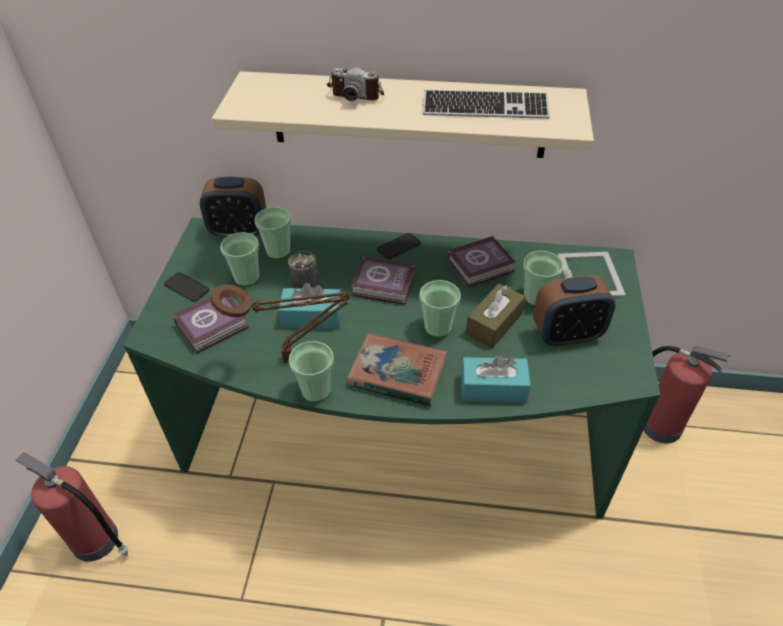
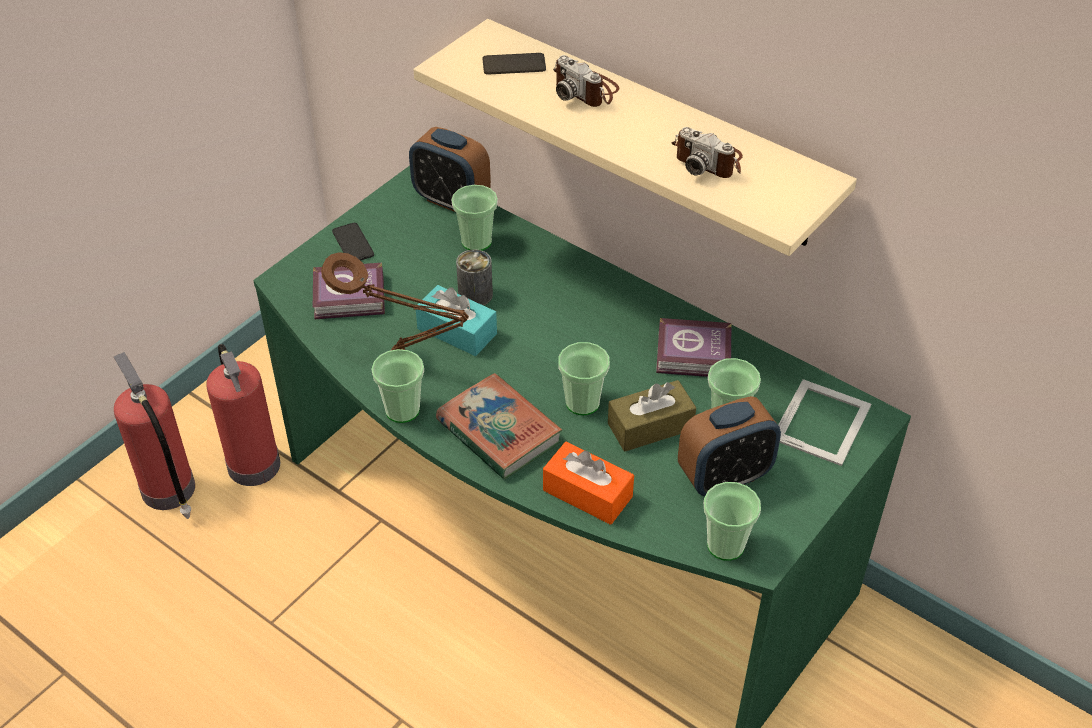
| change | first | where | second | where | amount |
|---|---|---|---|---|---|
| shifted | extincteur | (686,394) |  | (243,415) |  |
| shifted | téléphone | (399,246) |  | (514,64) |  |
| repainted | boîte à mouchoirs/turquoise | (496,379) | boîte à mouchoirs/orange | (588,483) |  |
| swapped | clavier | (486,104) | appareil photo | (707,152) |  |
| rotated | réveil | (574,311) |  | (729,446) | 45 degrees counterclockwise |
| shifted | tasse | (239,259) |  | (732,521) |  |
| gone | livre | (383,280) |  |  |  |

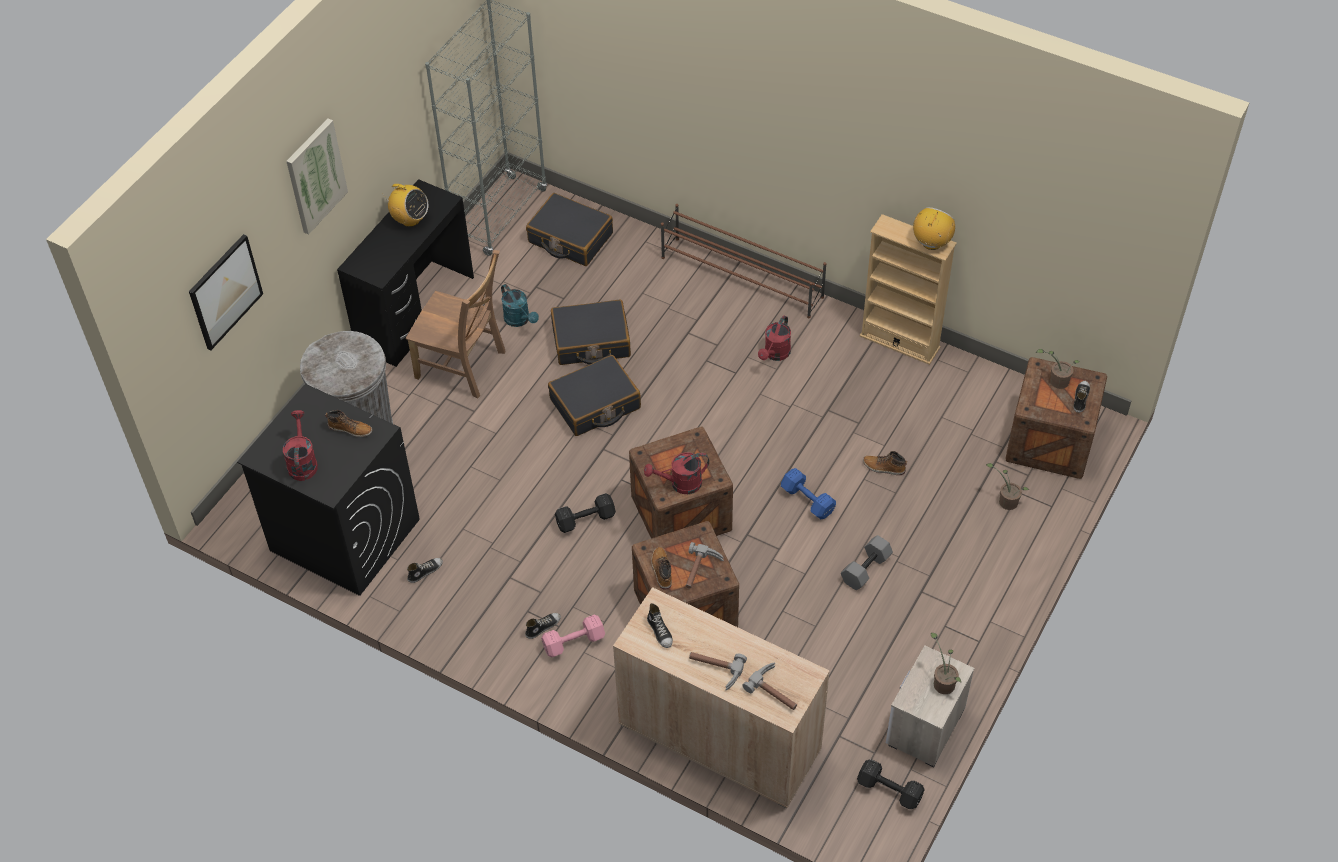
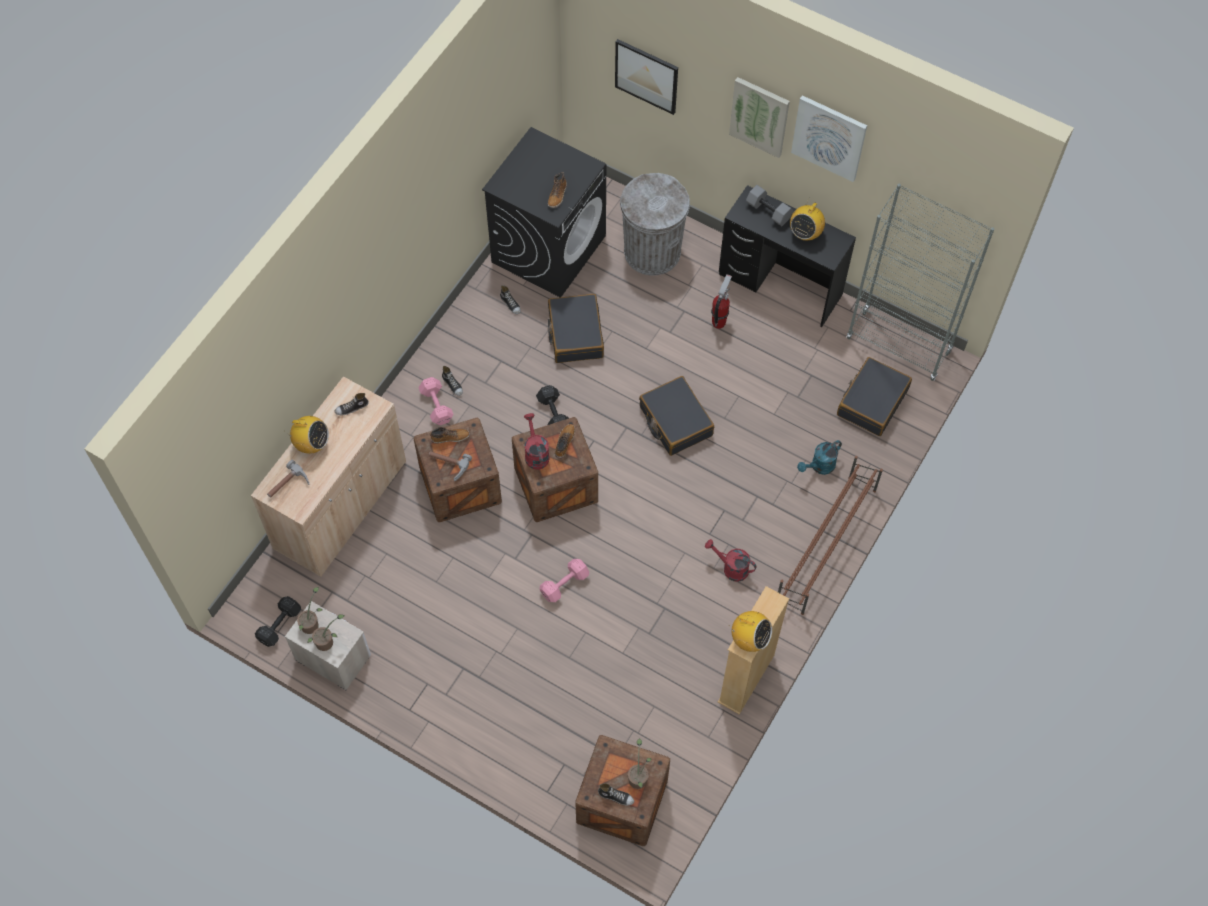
| change | first | where | second | where | amount |
|---|---|---|---|---|---|
| swapped | marteau | (718,671) | radio | (307,435) |  |
| shifted | plante en pot | (1007,486) |  | (310,610) |  |
| repainted | haltère/bleu | (808,493) | haltère/rose | (564,580) |  |
| shifted | valise/noir | (591,332) |  | (576,328) |  |
| shifted | botte | (885,463) |  | (565,441) |  |
| swapped | chaise/marron | (455,324) | extincteur | (721,301) |  |
| shifted | haltère/gris | (867,562) |  | (769,205) |  |
| new |  |  | tableau | (829,138) |  |
| shifted | arrosoir/turquoise | (520,305) |  | (819,457) |  |
| gone | arrosoir/rouge | (300,445) |  |  |  |

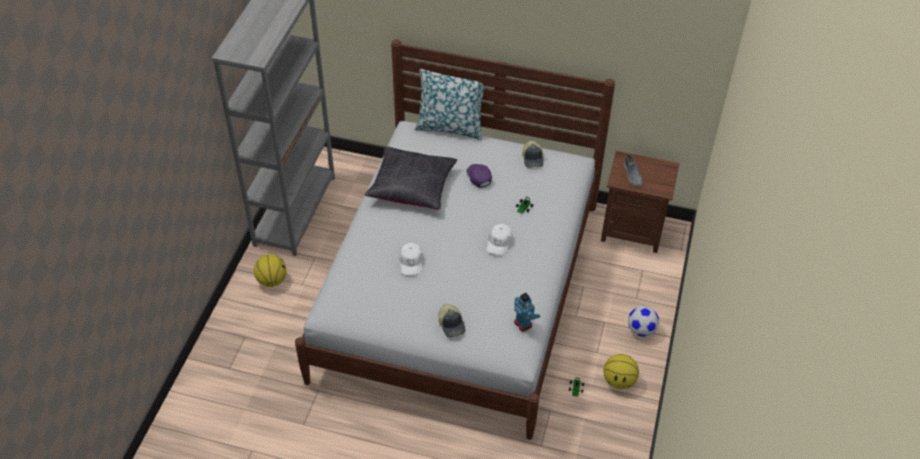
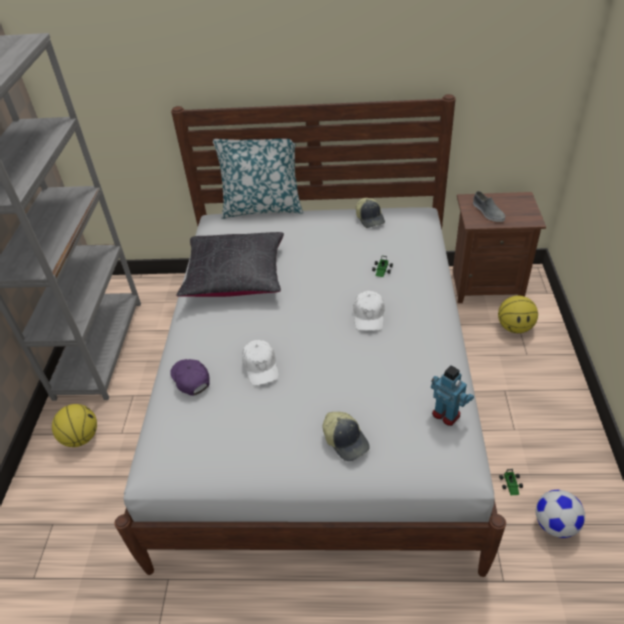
| change | first | where | second | where | amount |
|---|---|---|---|---|---|
| shifted | casquette/violet | (479,176) |  | (190,377) |  |
| shifted | ballon de basket | (621,371) |  | (518,314) |  |
| shifted | ballon de foot | (643,321) |  | (560,514) |  |

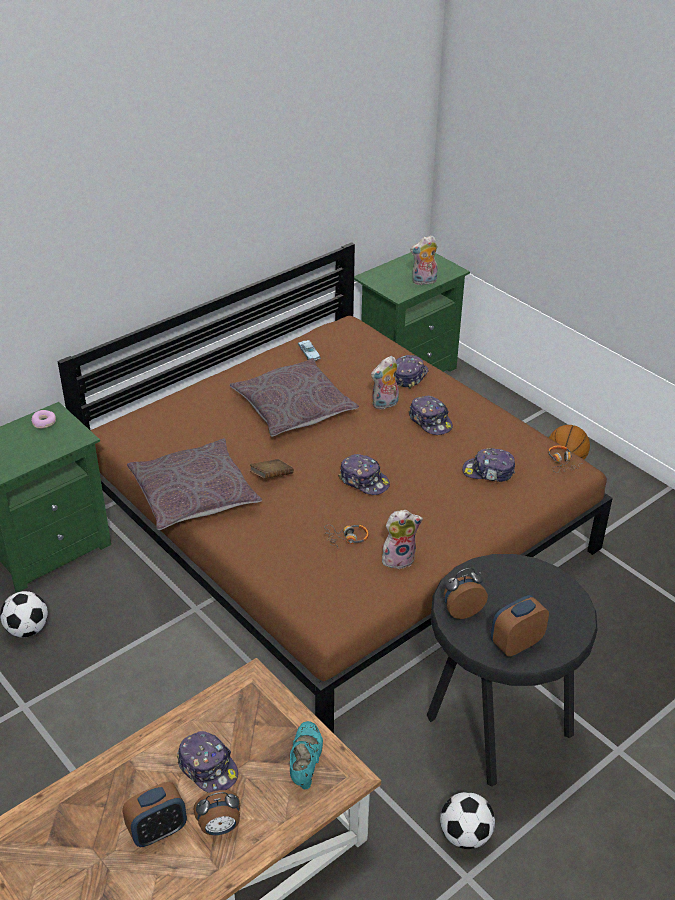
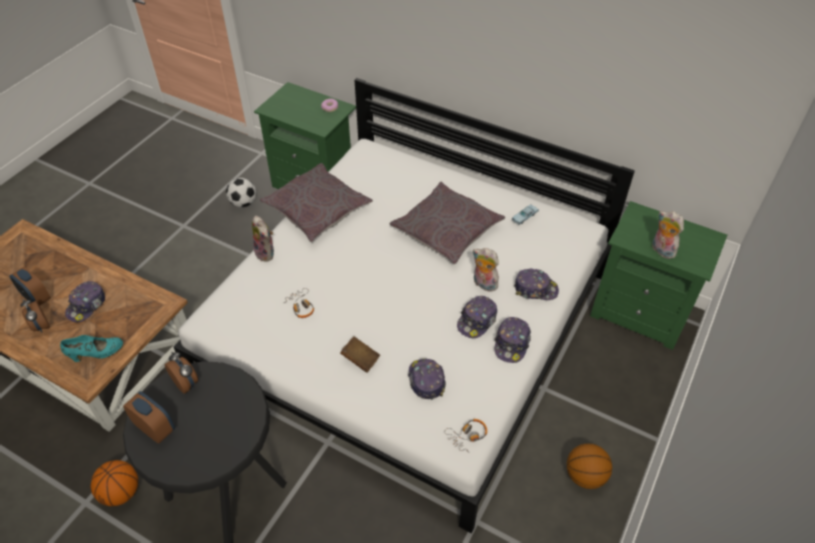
| change | first | where | second | where | amount |
|---|---|---|---|---|---|
| swapped | ballon de foot | (467,820) | ballon de basket | (114,483) |  |
| repainted | lit/marron | (335,487) | lit/blanc | (404,305) |  |
| shifted | peluche | (402,539) |  | (263,239) |  |
| shifted | livre/marron | (272,469) |  | (360,354) |  |
| shifted | casquette | (364,474) |  | (513,340) |  |

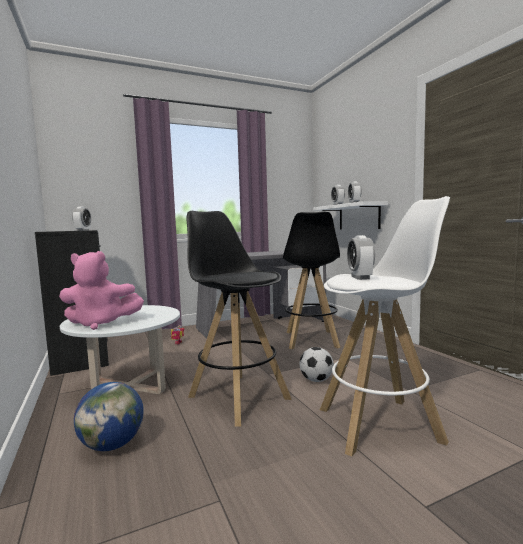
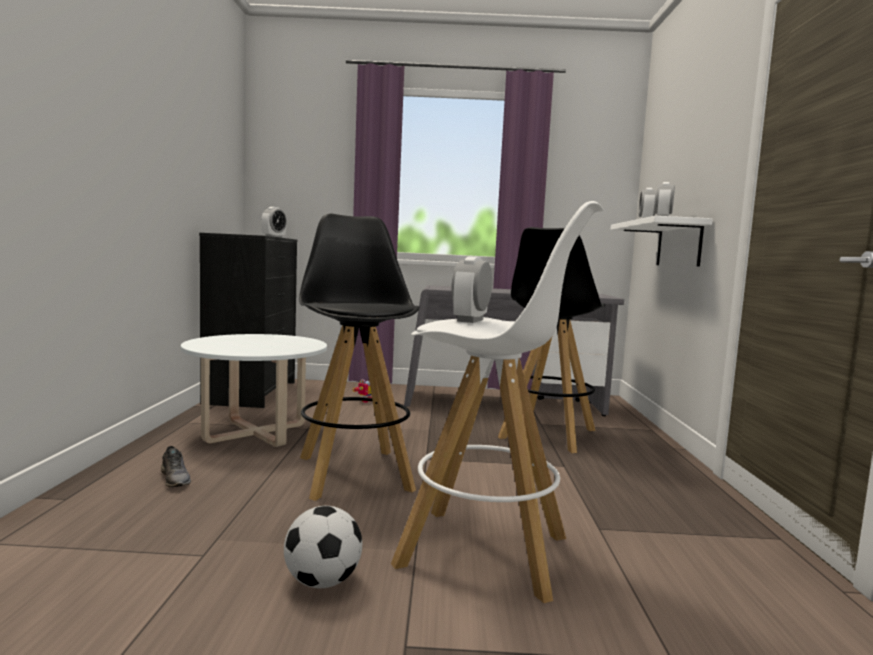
| change | first | where | second | where | amount |
|---|---|---|---|---|---|
| swapped | globe | (109,416) | chaussure/gris | (176,466) |  |
| shifted | ballon de foot | (317,364) |  | (323,547) |  |
| gone | peluche/rose | (101,290) |  |  |  |

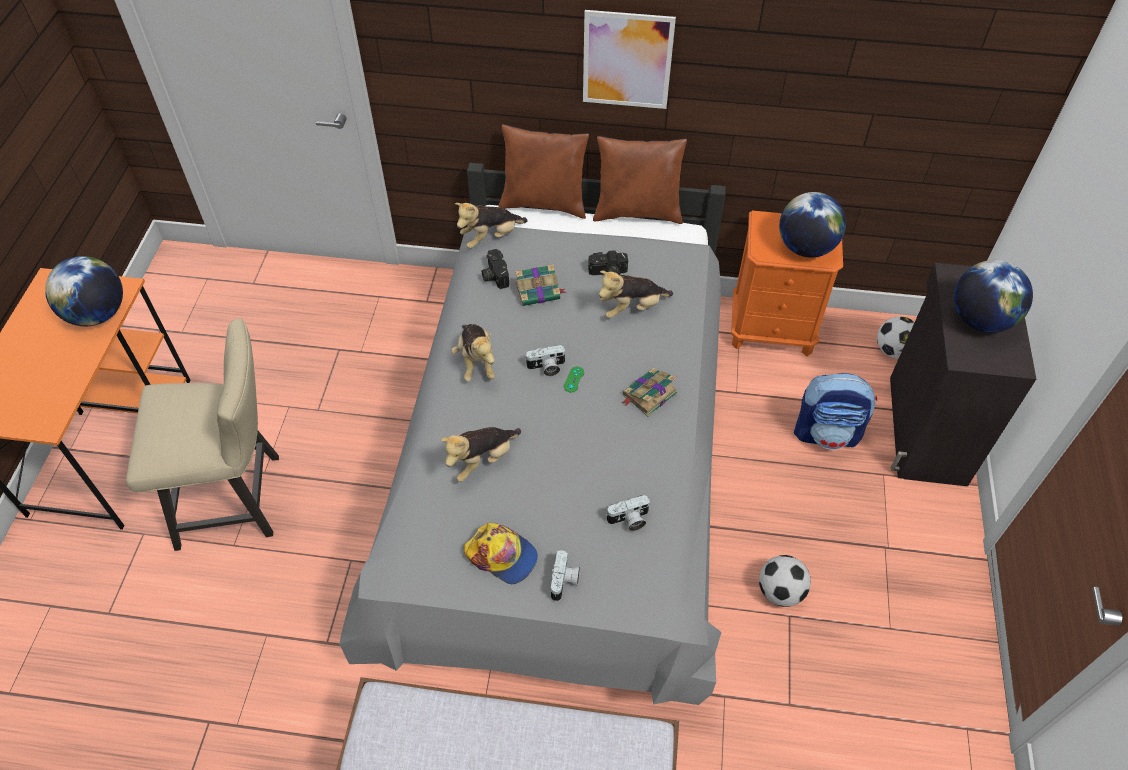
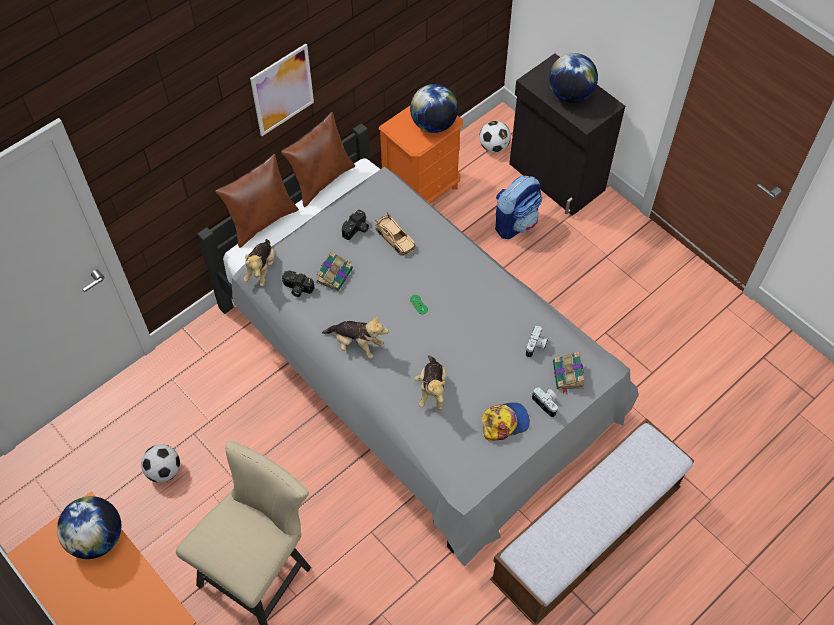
| change | first | where | second | where | amount |
|---|---|---|---|---|---|
| shifted | ballon de foot | (785,581) |  | (160,463) |  |
| swapped | peluche | (636,294) | petite voiture/beige | (395,234) |  |
| shifted | livre | (649,392) |  | (568,372) |  |
| gone | appareil photo | (545,360) |  |  |  |

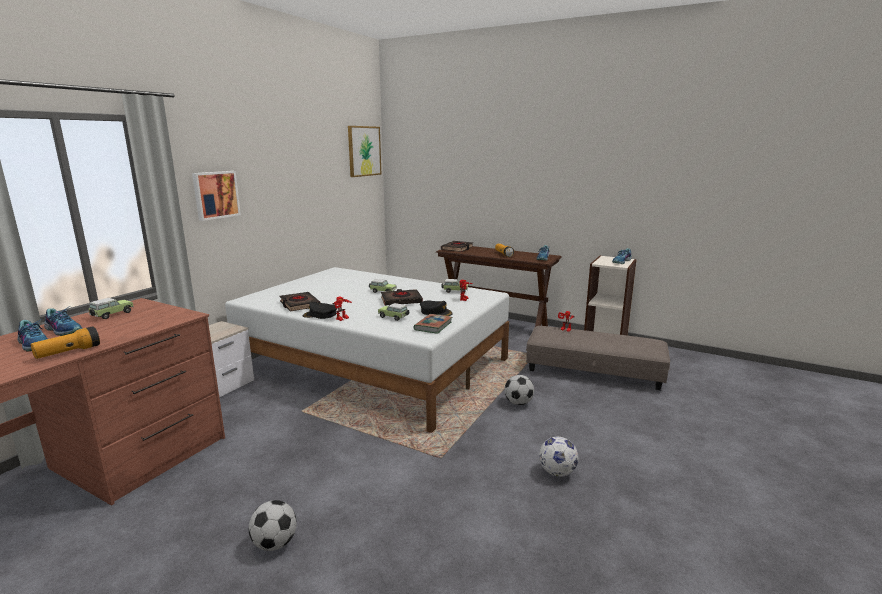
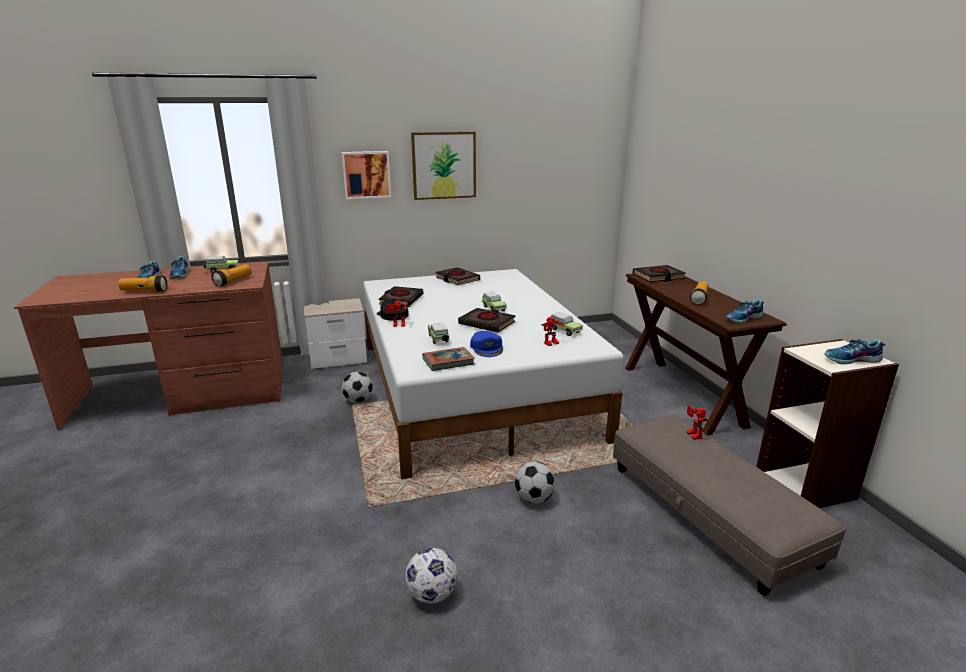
| change | first | where | second | where | amount |
|---|---|---|---|---|---|
| new |  |  | lampe de poche | (231,275) |  |
| shifted | ballon de foot | (273,525) |  | (357,387) |  |
| shifted | tableau | (365,151) |  | (443,166) |  |
| new |  |  | livre/noir | (458,276) |  |
| repainted | casquette/noir | (436,308) | casquette/bleu | (486,344) |  |

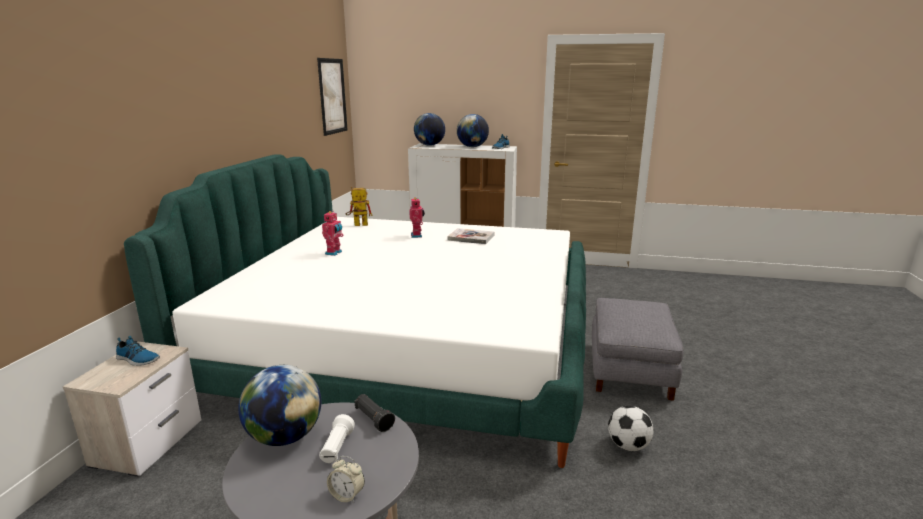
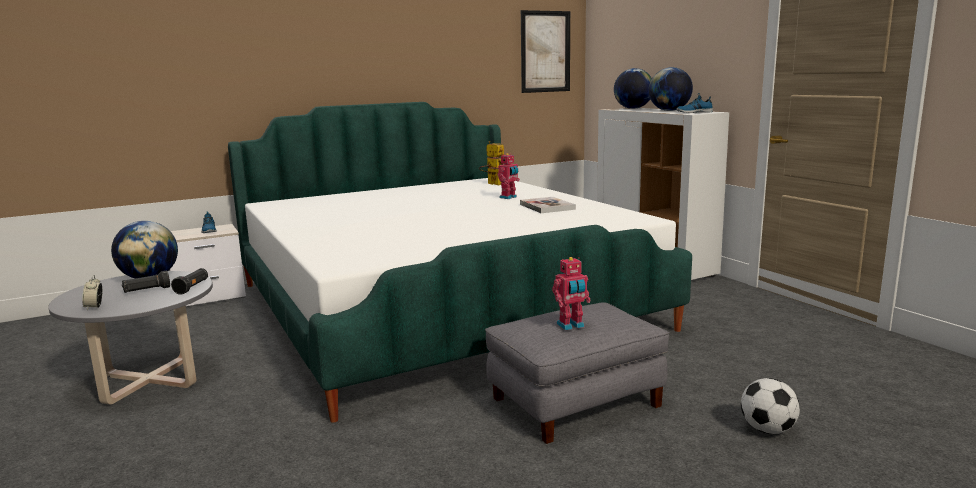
| change | first | where | second | where | amount |
|---|---|---|---|---|---|
| repainted | lampe de poche/blanc | (337,438) | lampe de poche/noir | (146,282) |  |
| shifted | robot jouet | (332,233) |  | (571,293) |  |
| shifted | ballon de foot | (631,428) |  | (770,406) |  |

